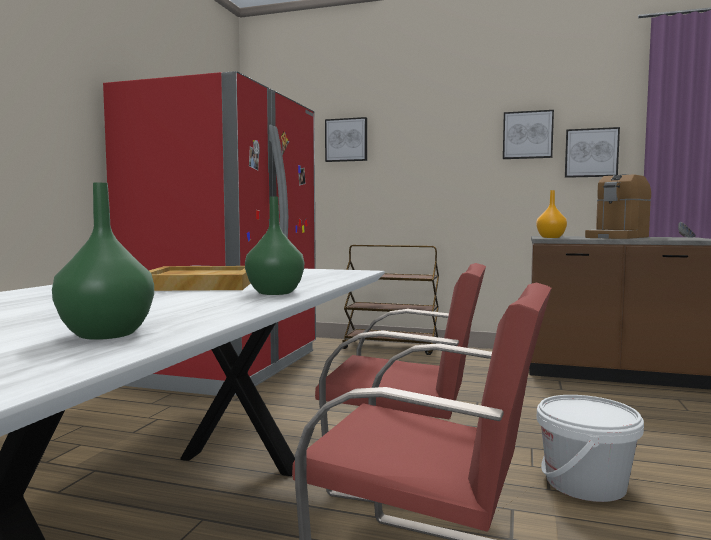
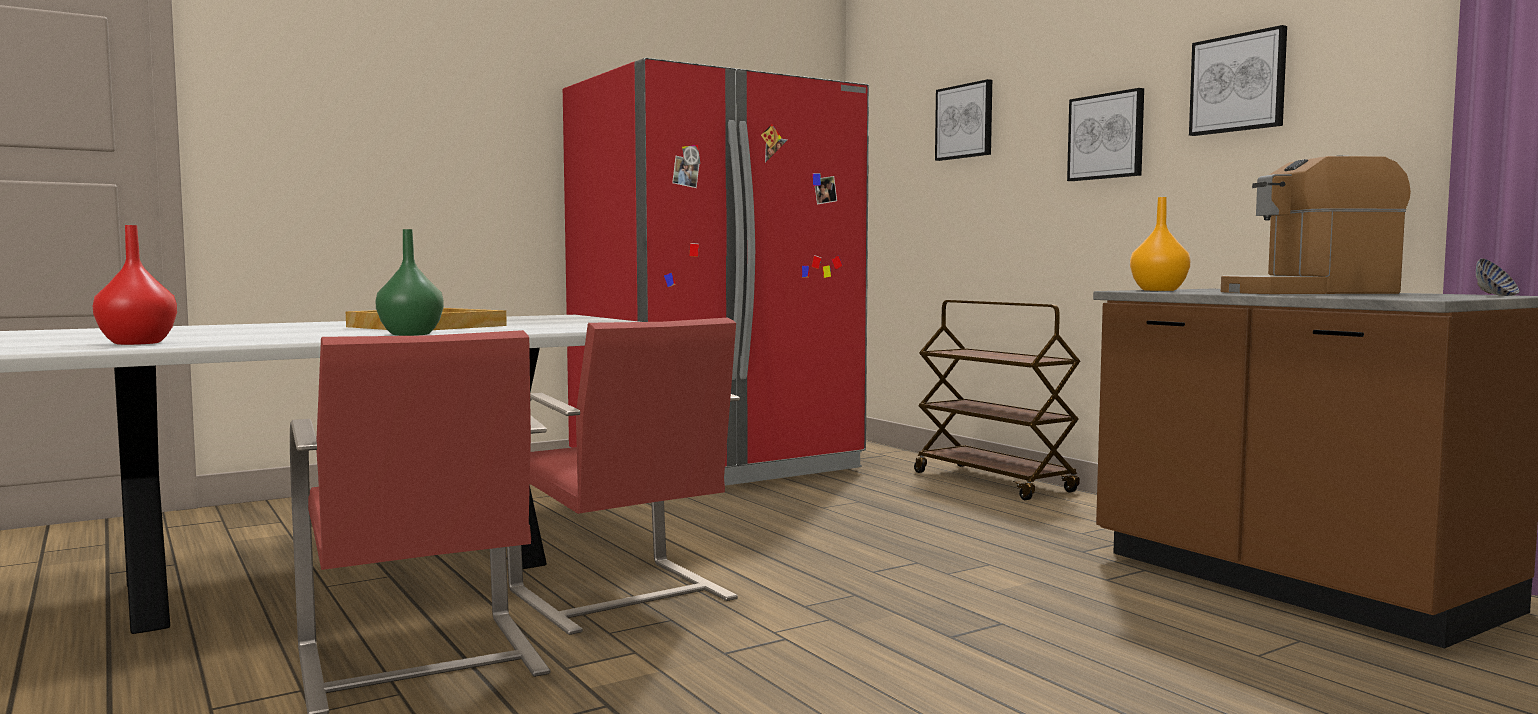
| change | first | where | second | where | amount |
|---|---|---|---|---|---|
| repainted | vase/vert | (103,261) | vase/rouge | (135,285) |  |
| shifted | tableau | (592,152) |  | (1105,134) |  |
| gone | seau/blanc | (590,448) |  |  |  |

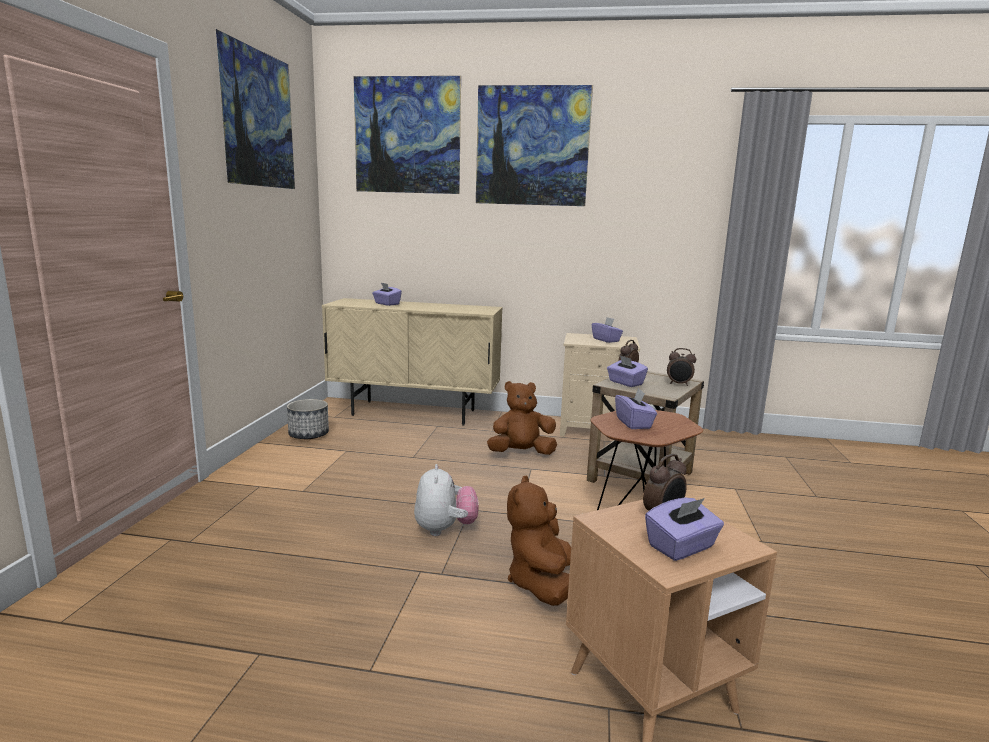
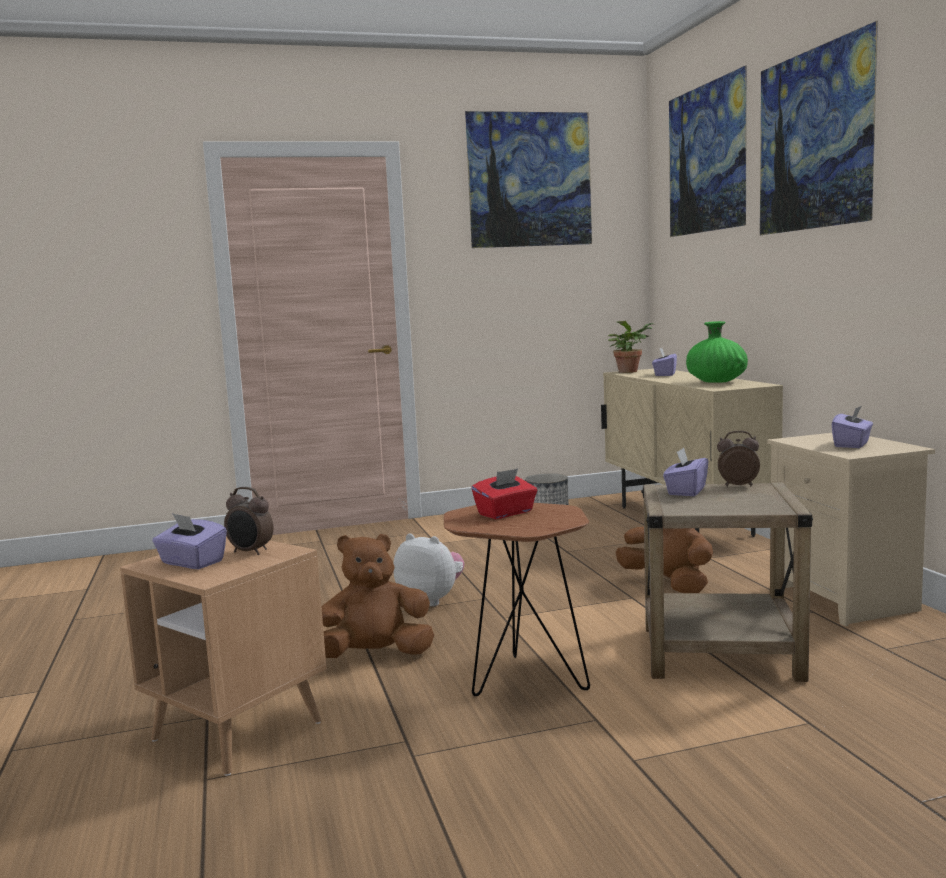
| change | first | where | second | where | amount |
|---|---|---|---|---|---|
| rotated | peluche | (446,500) |  | (428,569) | 120 degrees counterclockwise |
| repainted | boîte à mouchoirs/violet | (636,408) | boîte à mouchoirs/rouge | (504,493) |  |
| new |  |  | plante en pot | (631,347) |  |
| new |  |  | vase/vert | (717,352) |  |
| gone | réveil | (681,367) |  |  |  |

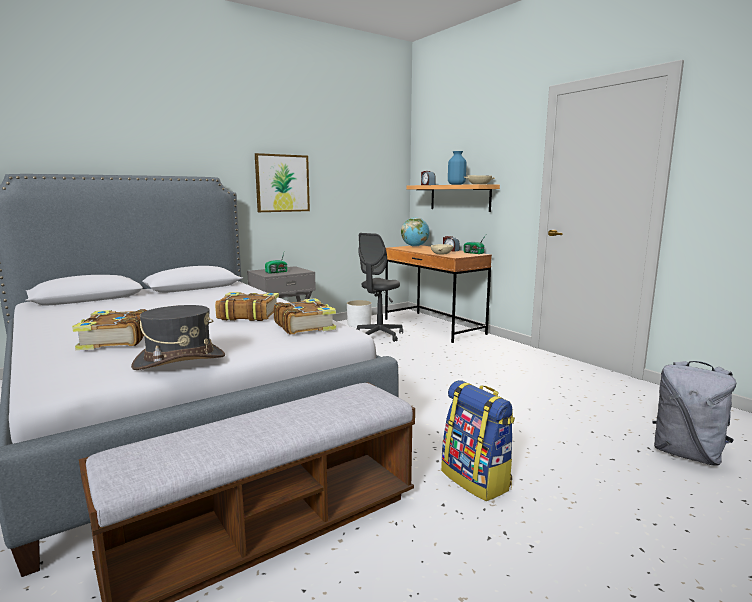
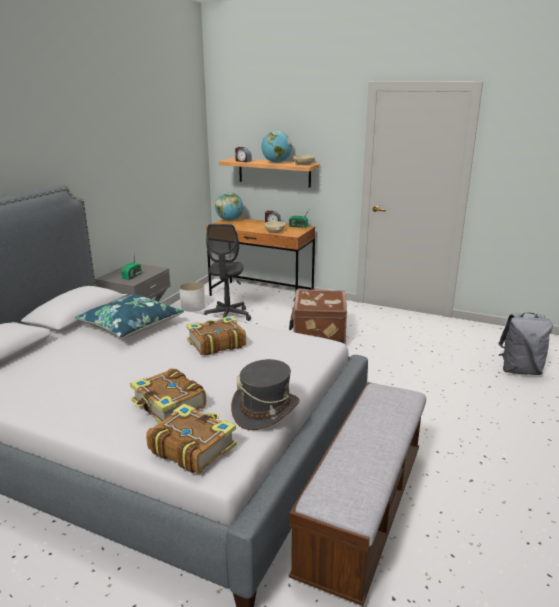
| change | first | where | second | where | amount |
|---|---|---|---|---|---|
| new |  |  | coussin/bleu | (129,316) |  |
| shifted | livre | (304,316) |  | (191,438) |  |
| swapped | vase/bleu | (457,168) | globe | (276,147) |  |
| new |  |  | valise/marron | (318,316) |  |
| gone | tableau | (282,182) |  |  |  |
| gone | sac à dos | (478,440) |  |  |  |

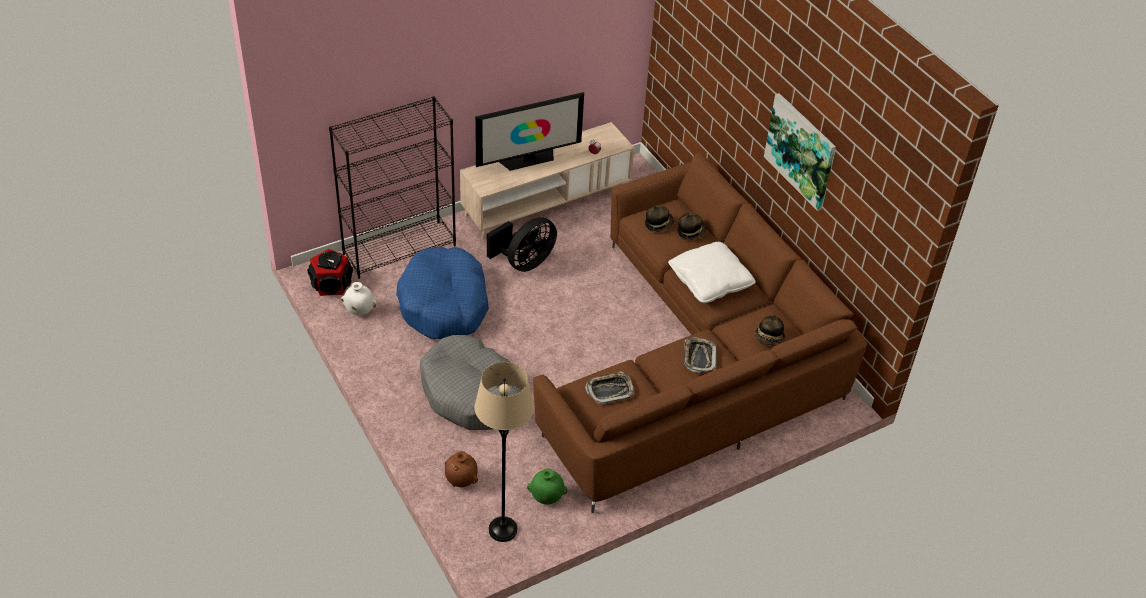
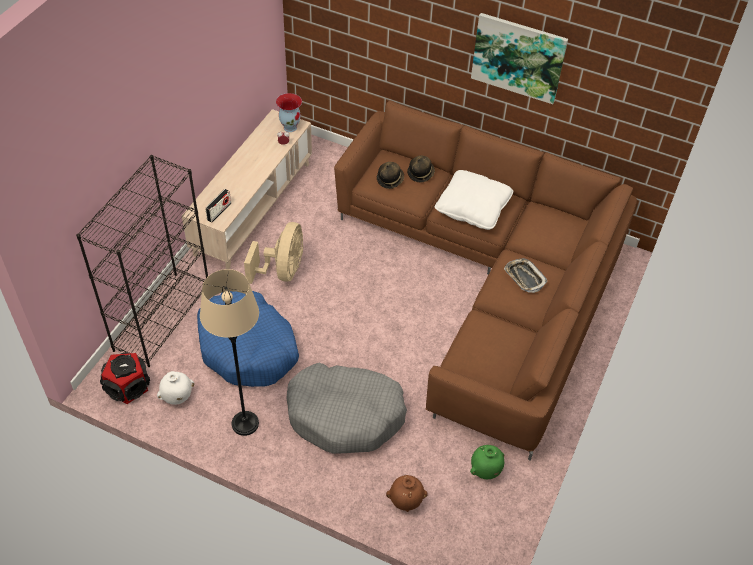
| change | first | where | second | where | amount |
|---|---|---|---|---|---|
| shifted | lampadaire/beige | (504,452) |  | (229,352) |  |
| new |  |  | radio | (218,205) |  |
| repainted | ventilateur/noir | (522,244) | ventilateur/beige | (273,253) |  |
| new |  |  | vase | (289,112) |  |
| gone | téléviseur | (529,131) |  |  |  |
| gone | plateau | (610,387) |  |  |  |
| gone | chapeau | (770,330) |  |  |  |

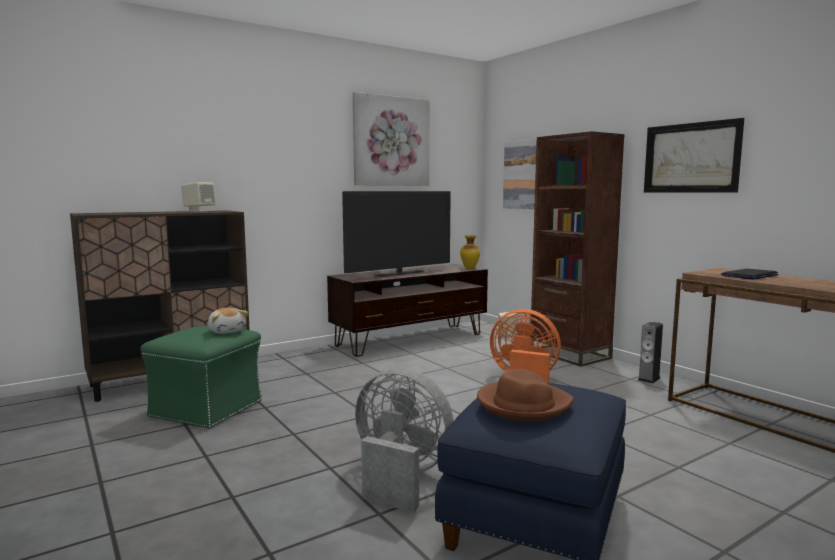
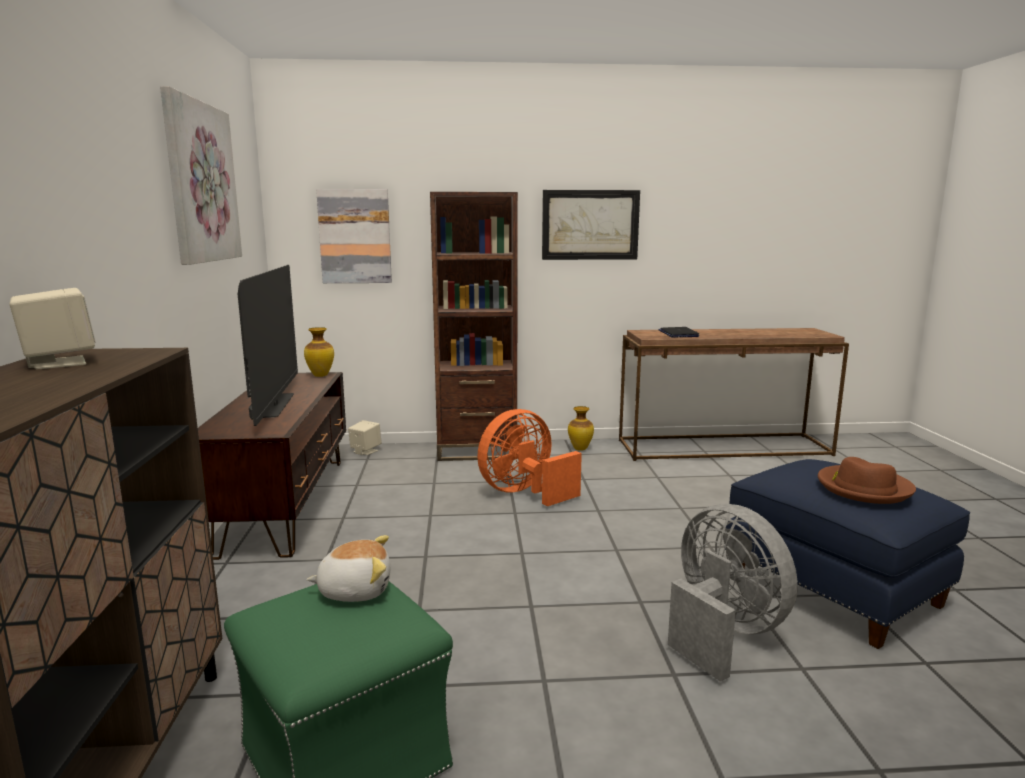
| change | first | where | second | where | amount |
|---|---|---|---|---|---|
| swapped | enceinte | (650,353) | vase | (581,428) |  |
| rotated | ventilateur/gris | (404,440) |  | (733,593) | 90 degrees clockwise |

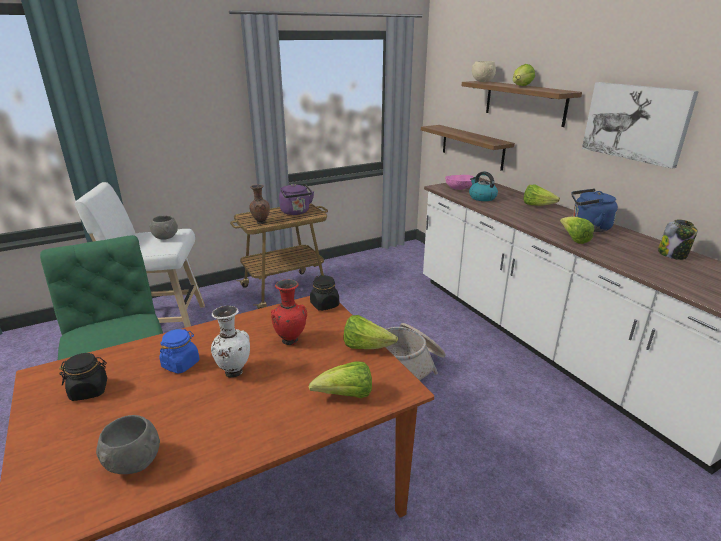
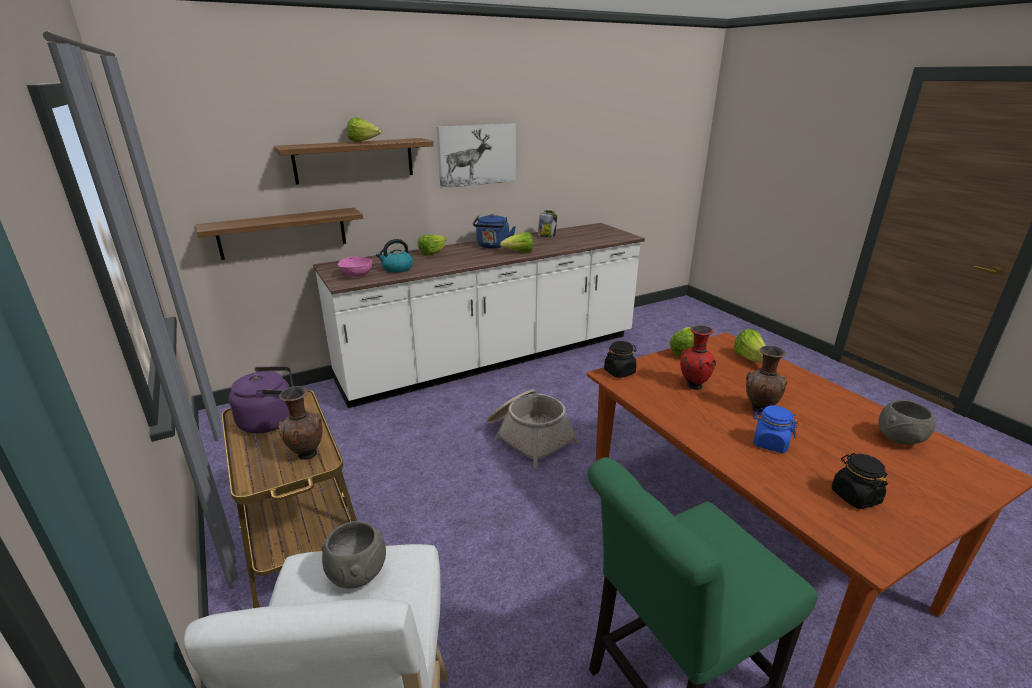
| change | first | where | second | where | amount |
|---|---|---|---|---|---|
| repainted | vase/blanc | (230,342) | vase/marron | (766,379) |  |
| gone | bol/beige | (484,71) |  |  |  |

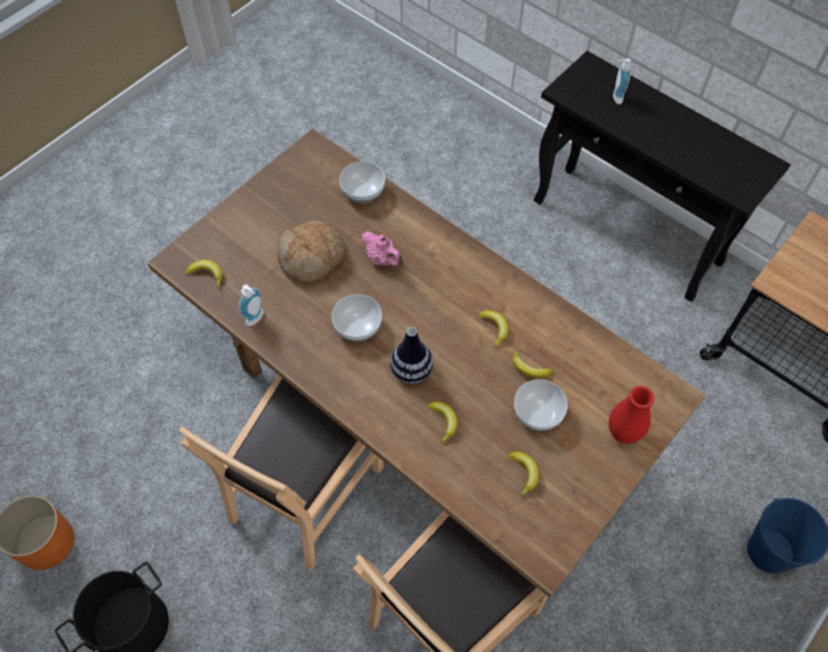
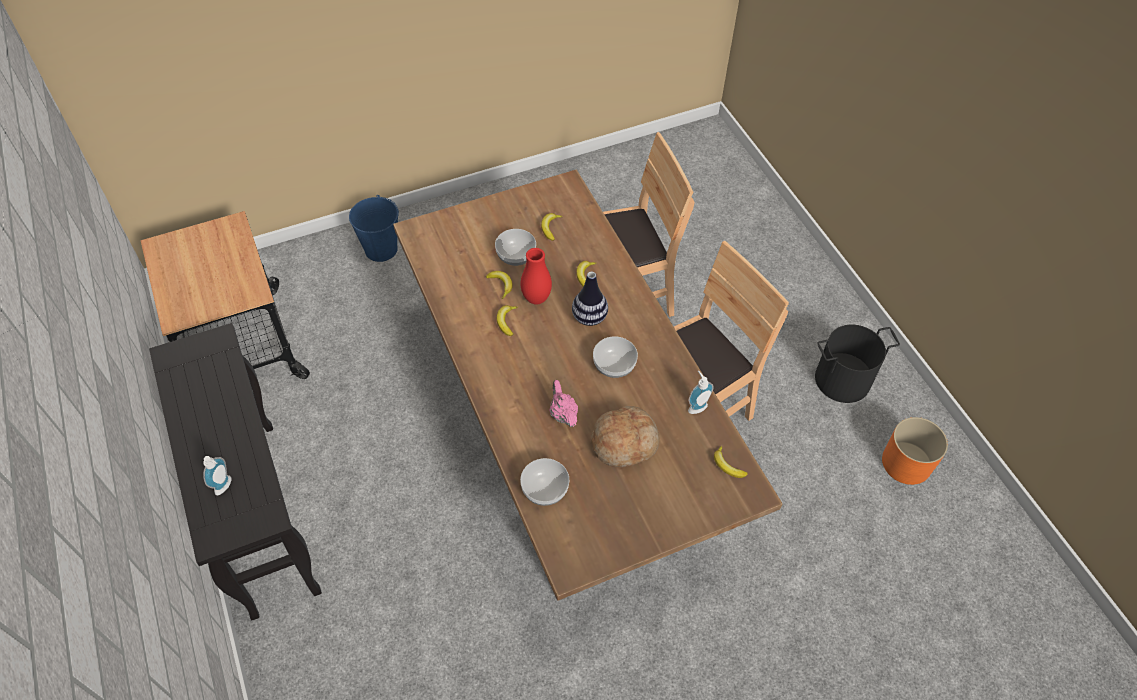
| change | first | where | second | where | amount |
|---|---|---|---|---|---|
| shifted | vase/rouge | (631,415) |  | (536,276) |  |

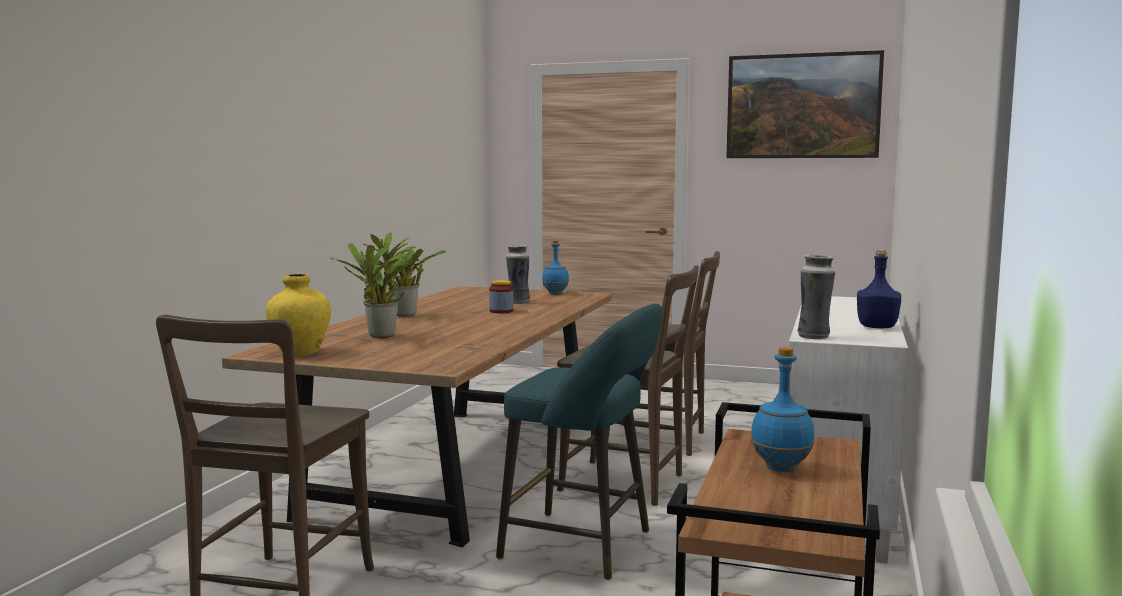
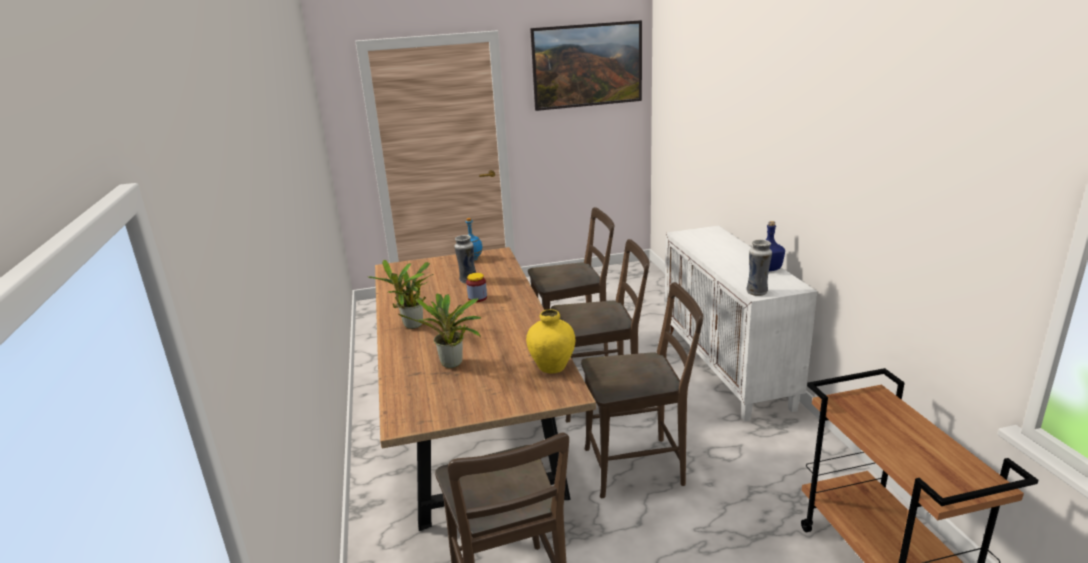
| change | first | where | second | where | amount |
|---|---|---|---|---|---|
| shifted | vase/jaune | (298,315) |  | (550,341) |  |
| swapped | tabouret/turquoise | (579,441) | chaise/marron | (642,390) |  |
| gone | bouteille/bleu | (783,409) |  |  |  |

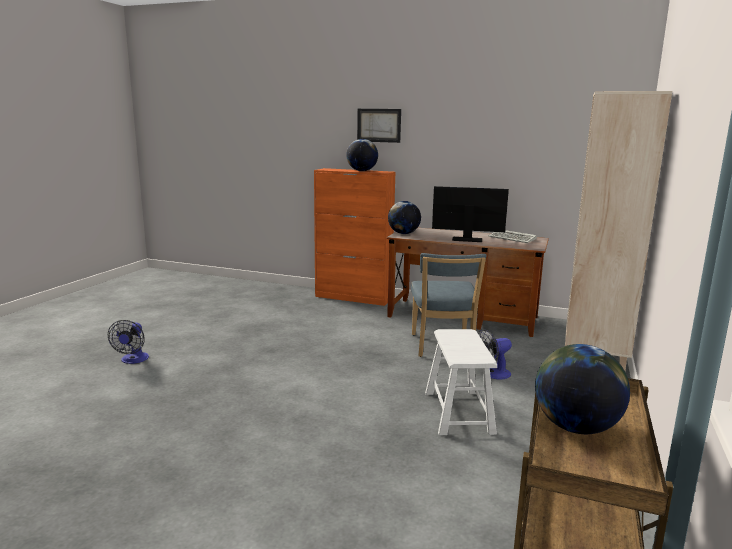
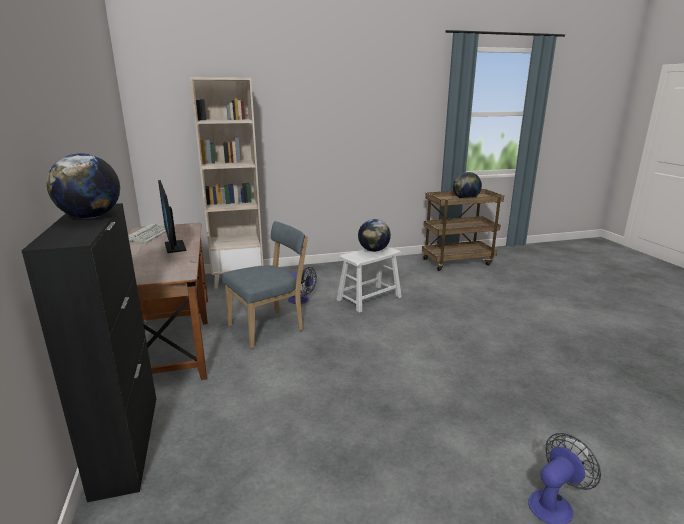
| change | first | where | second | where | amount |
|---|---|---|---|---|---|
| repainted | meuble de rangement/orange | (354,237) | meuble de rangement/noir | (89,352) |  |
| shifted | globe | (404,217) |  | (374,235) |  |
| gone | tableau | (379,126) |  |  |  |

